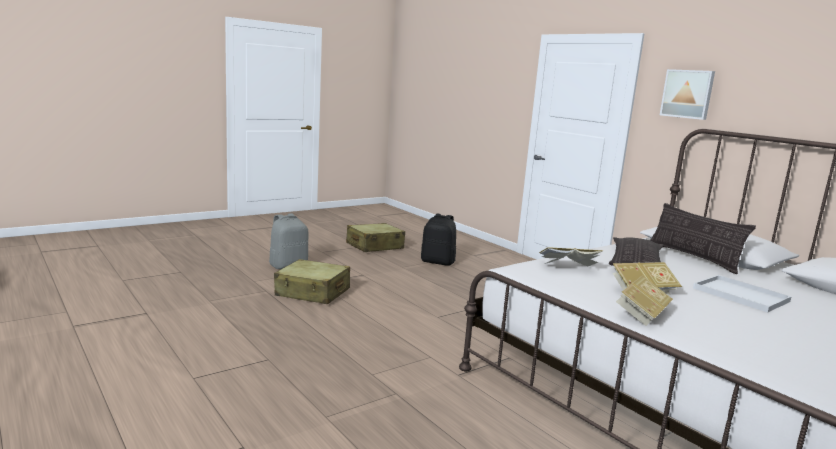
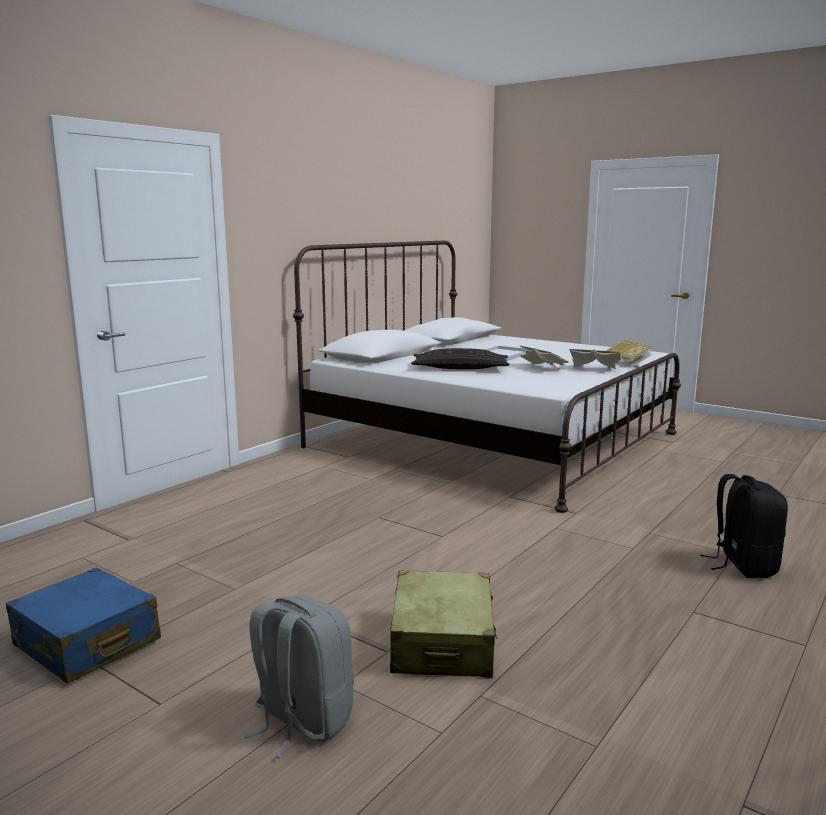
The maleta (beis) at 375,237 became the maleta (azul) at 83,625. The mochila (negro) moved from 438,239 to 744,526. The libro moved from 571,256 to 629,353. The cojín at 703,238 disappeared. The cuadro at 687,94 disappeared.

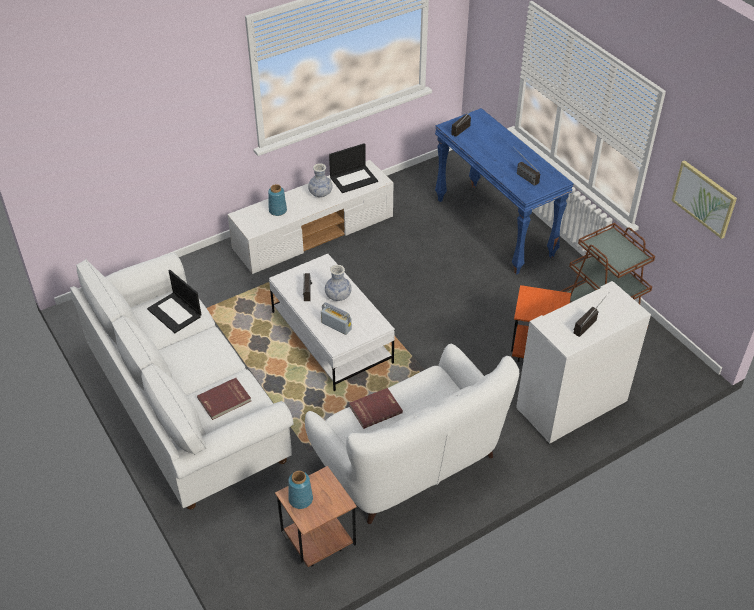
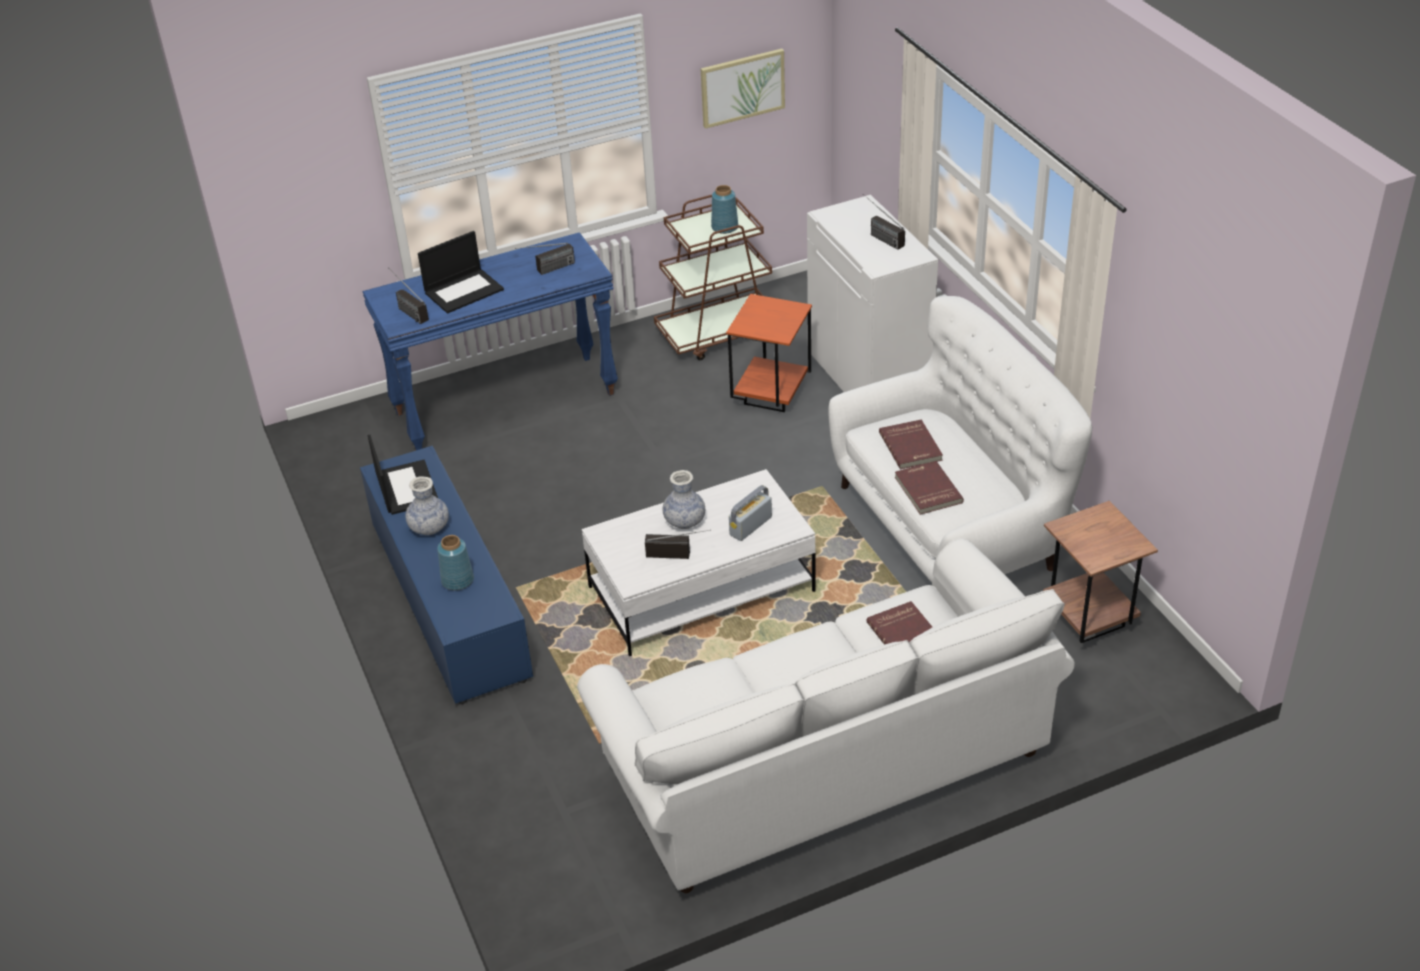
The portátil moved from 174,301 to 461,272. The mueble de televisión (blanco) at 310,217 became the mueble de televisión (azul) at 446,575. The florero (azul) moved from 300,490 to 724,209. The libro (rojo) at 911,444 appeared.

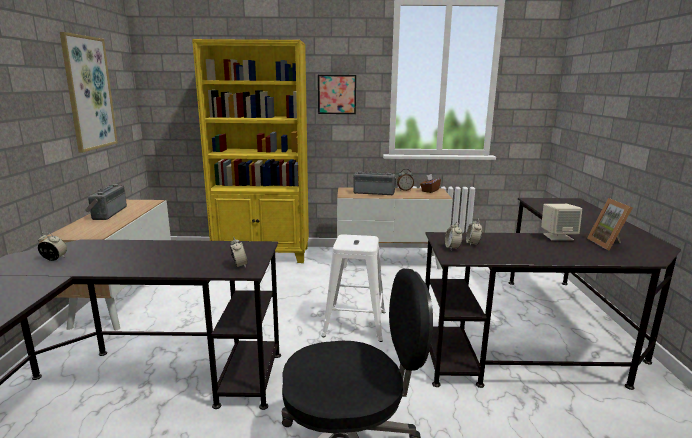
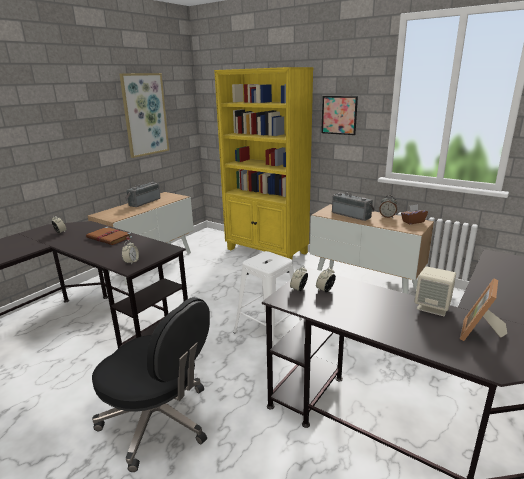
The libro (marrón) at 109,235 appeared.

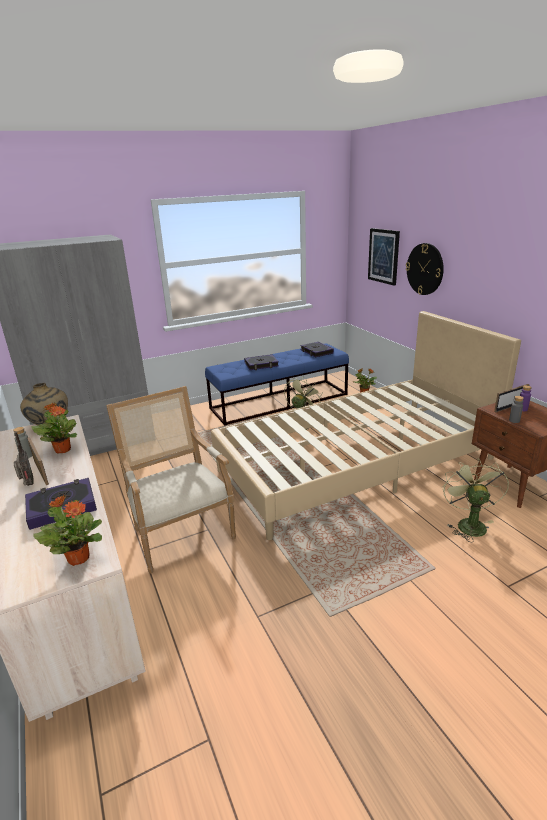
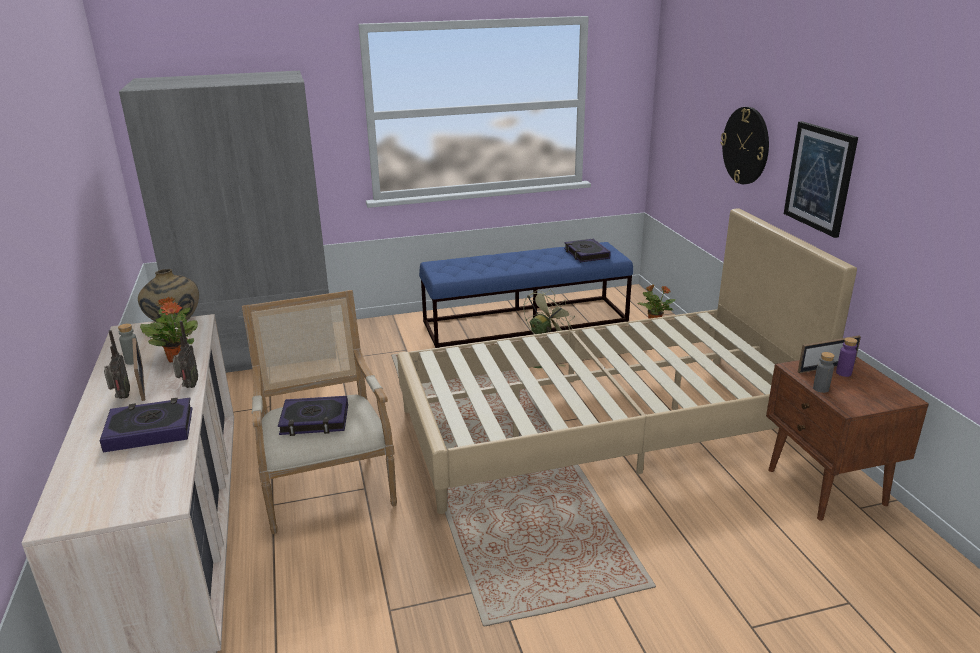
The planta en maceta at 68,530 disappeared. The libro moved from 261,362 to 313,416. The cuadro moved from 384,257 to 821,179. The ventilador (verde) at 475,500 disappeared. The radio at 185,354 appeared.

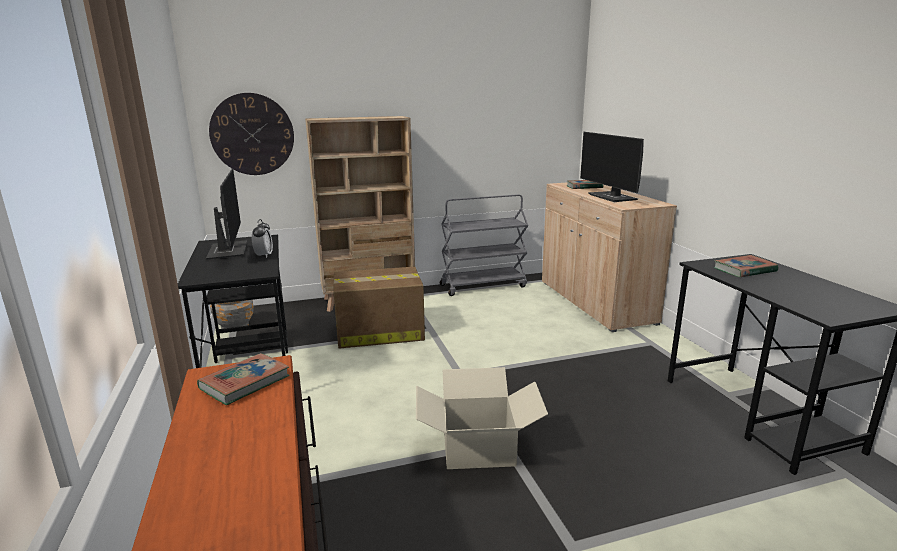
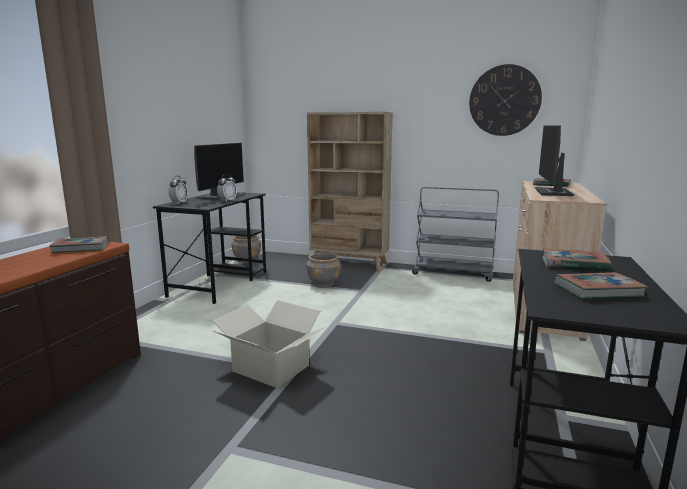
The reloj de pared moved from 251,134 to 505,100. The caja de cartón at 379,308 was replaced by the maceta (gris) at 323,270. The despertador at 178,190 appeared. The libro at 601,285 appeared.

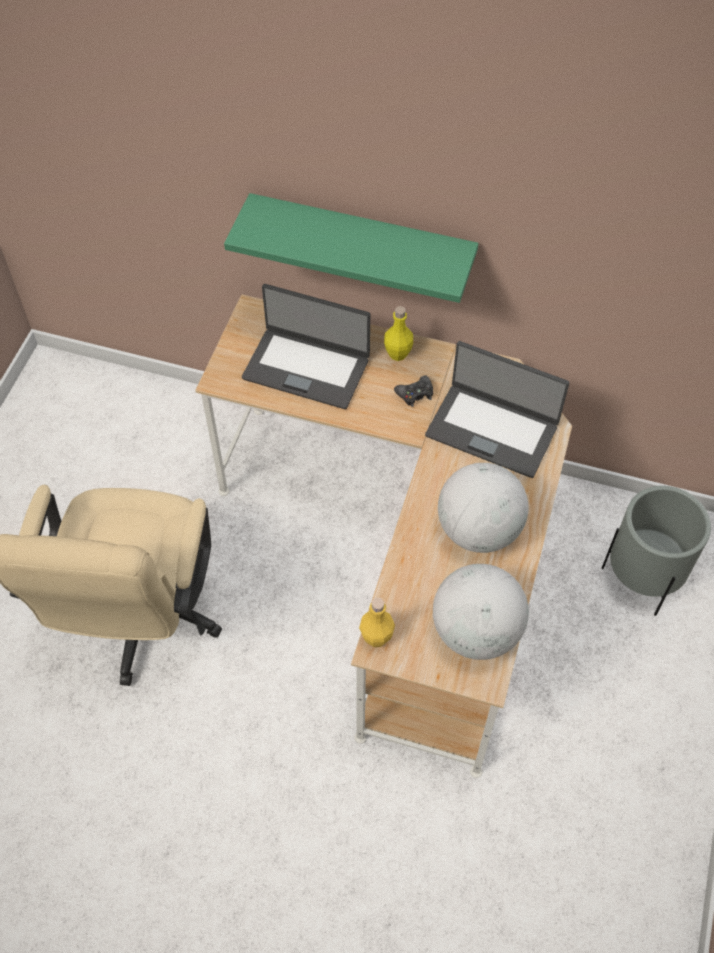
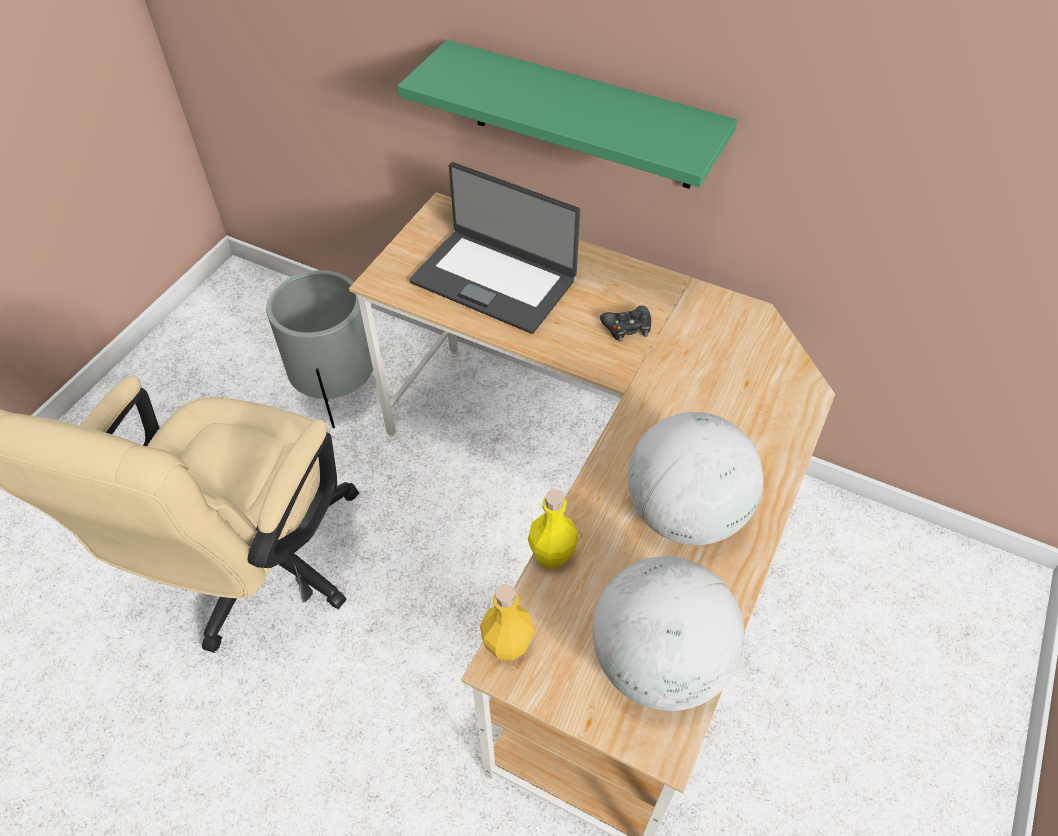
The botella (amarillo) moved from 398,333 to 553,529. The portátil at 497,409 disappeared. The maceta (gris) moved from 656,551 to 319,349.

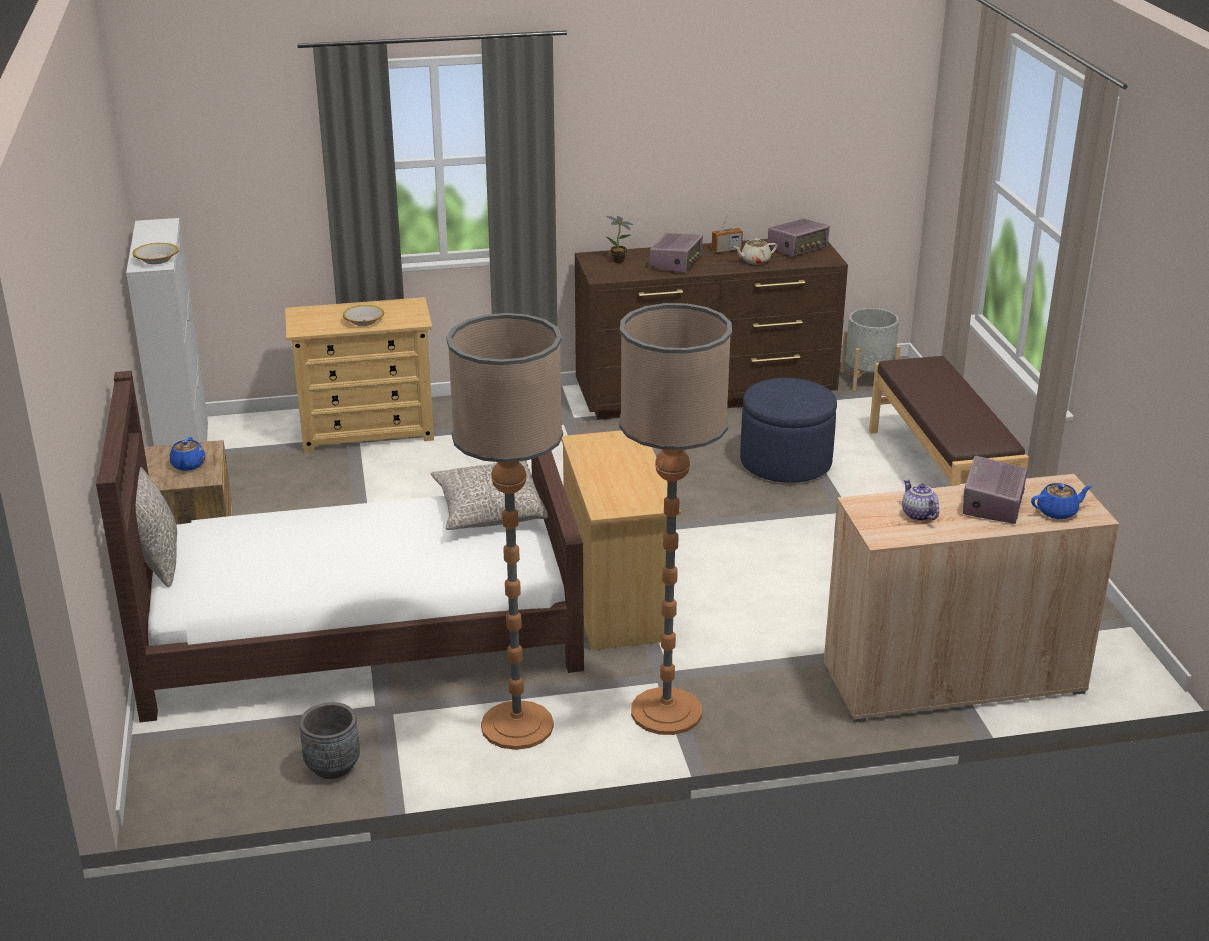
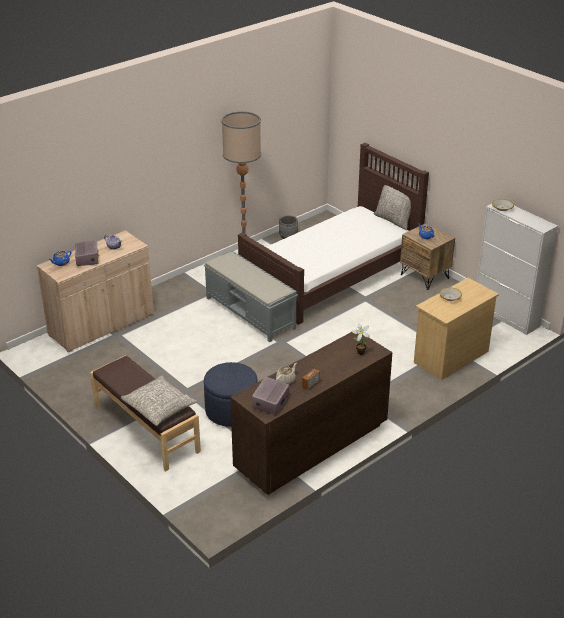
The cojín (gris) moved from 489,495 to 159,400. The cómoda (beis) at 621,540 was replaced by the banco (gris) at 251,296. The lámpara de pie at 675,519 disappeared. The radio at 676,253 disappeared. The maceta (gris) at 871,349 disappeared.

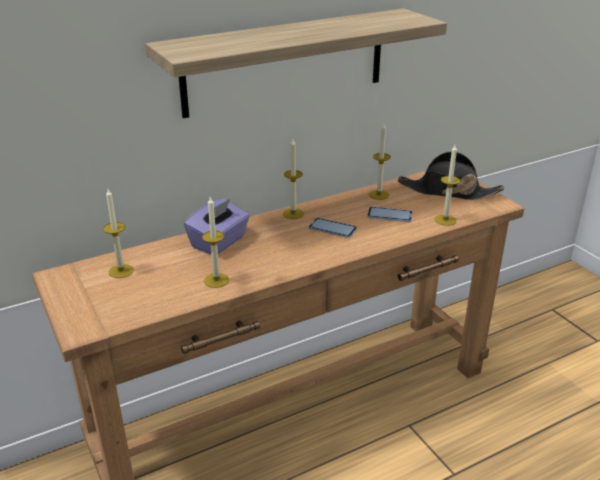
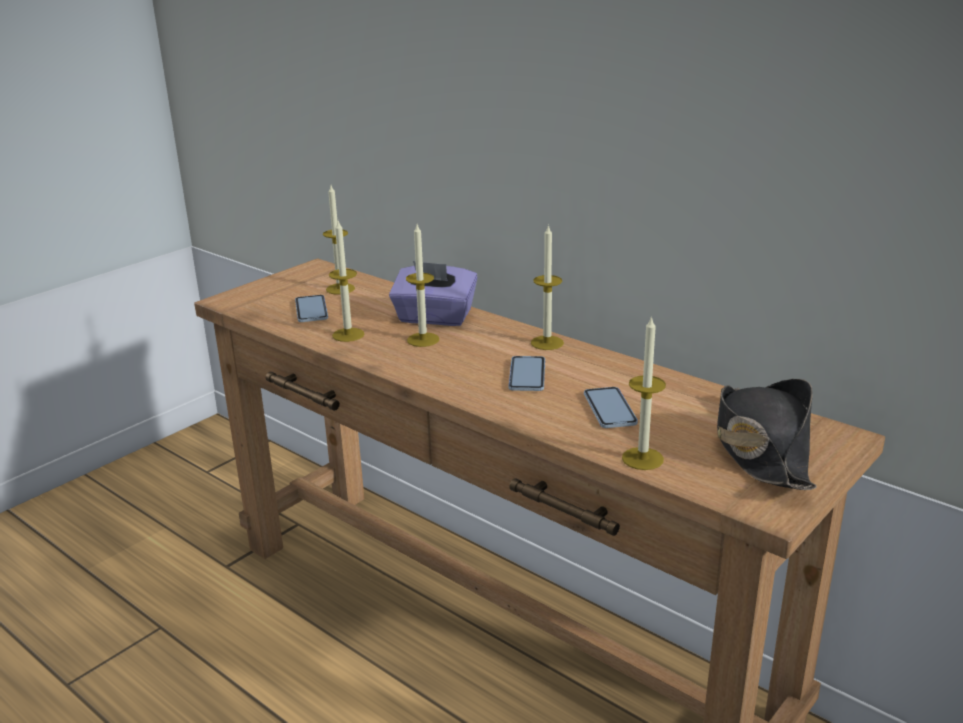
The estante at 296,63 disappeared. The vela moved from 380,161 to 422,285. The móvil at 311,308 appeared.

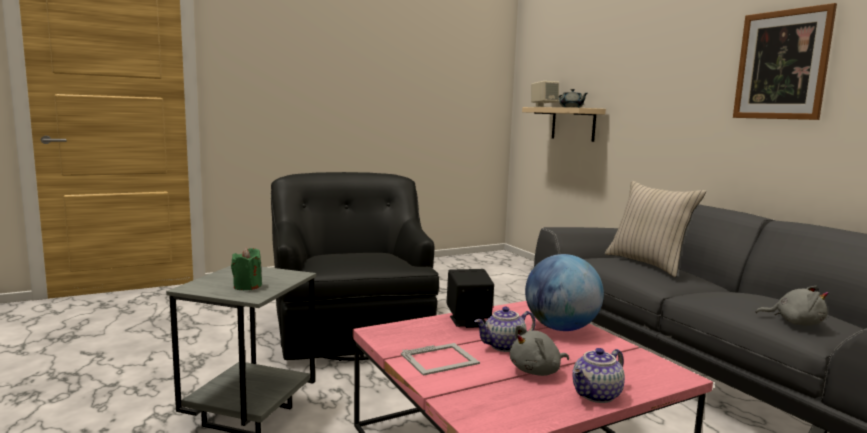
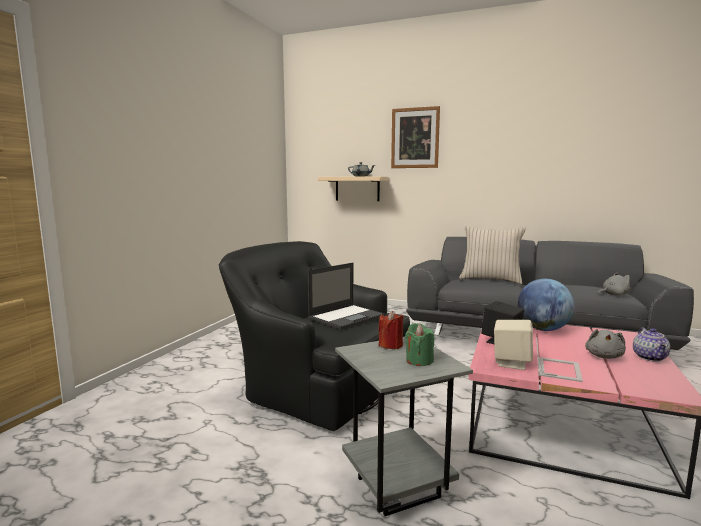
The tetera at 505,329 disappeared. The altavoz (beis) moved from 545,94 to 513,345. The cuadro moved from 785,61 to 415,137. The portátil at 346,296 appeared. The vela (rojo) at 390,330 appeared.

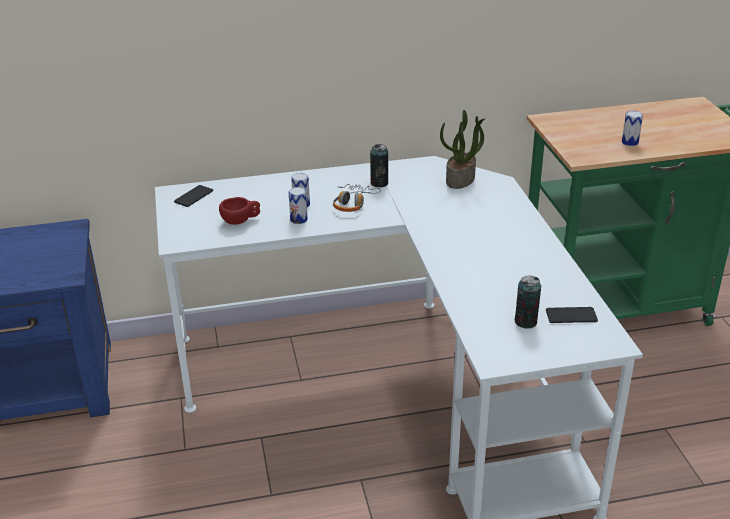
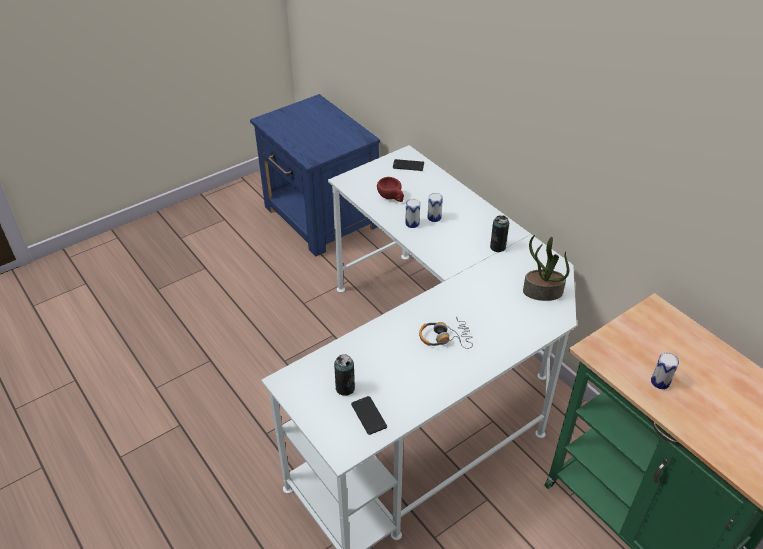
The auriculares moved from 357,198 to 446,332.

